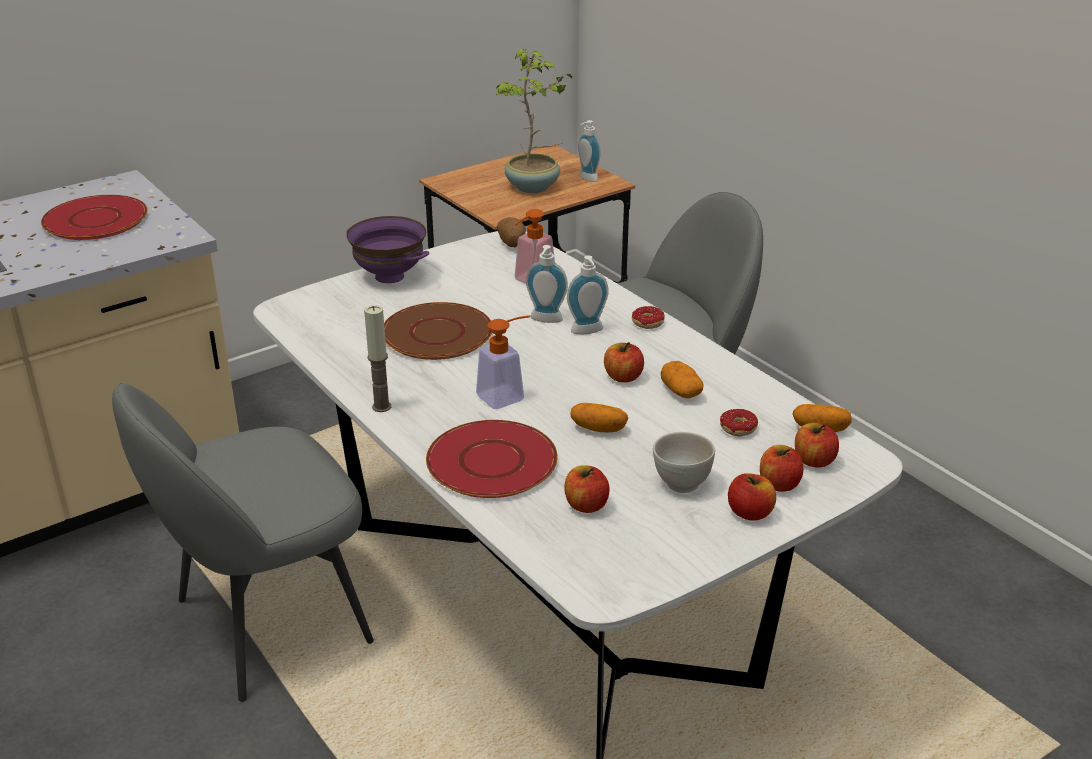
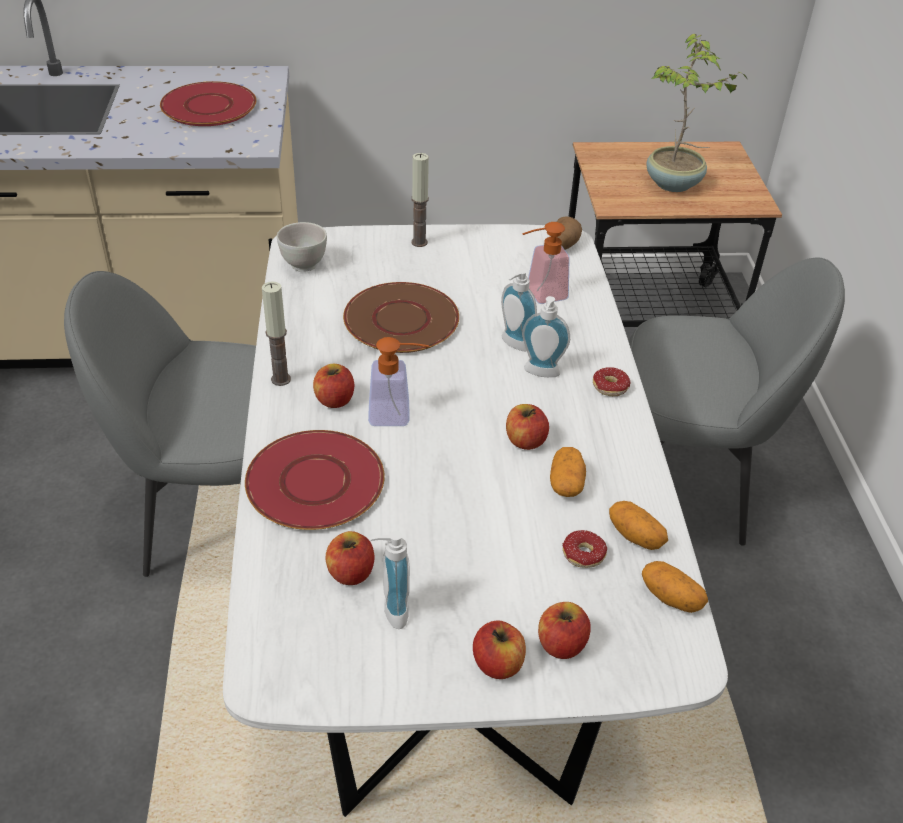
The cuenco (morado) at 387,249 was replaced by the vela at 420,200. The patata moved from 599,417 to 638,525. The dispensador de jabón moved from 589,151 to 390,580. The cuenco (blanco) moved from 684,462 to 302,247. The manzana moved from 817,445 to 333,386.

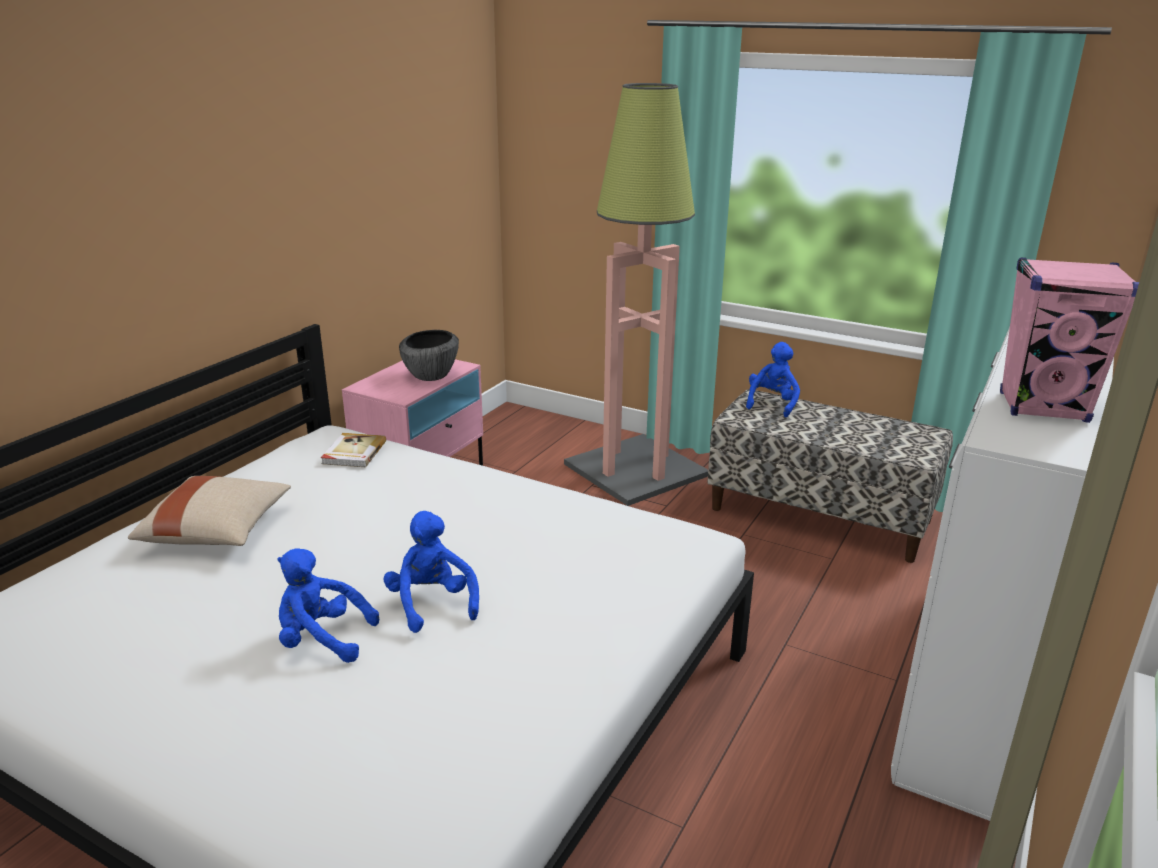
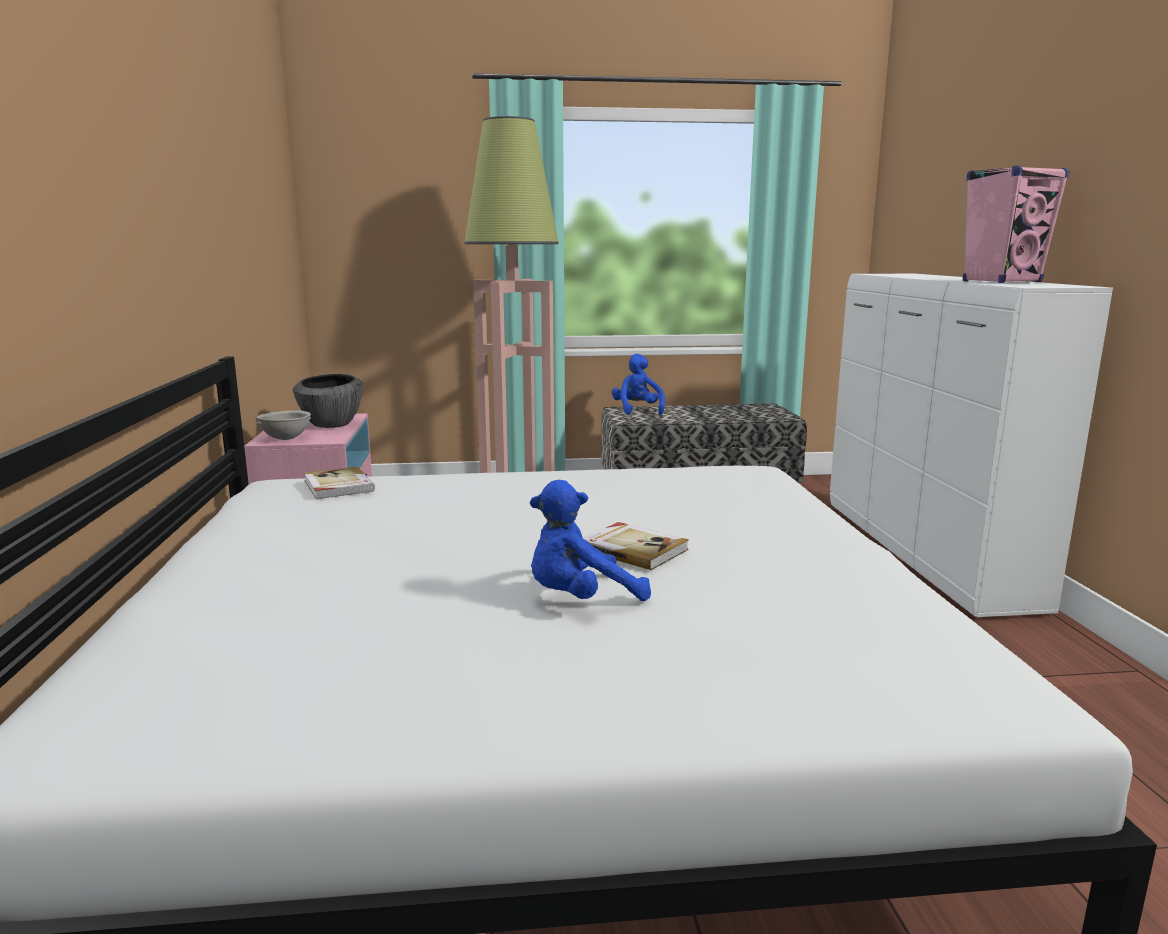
The cojín (beis) at 209,511 disappeared. The peluche (azul) at 431,572 was replaced by the libro at 636,546. The cuenco (gris) at 283,425 appeared.

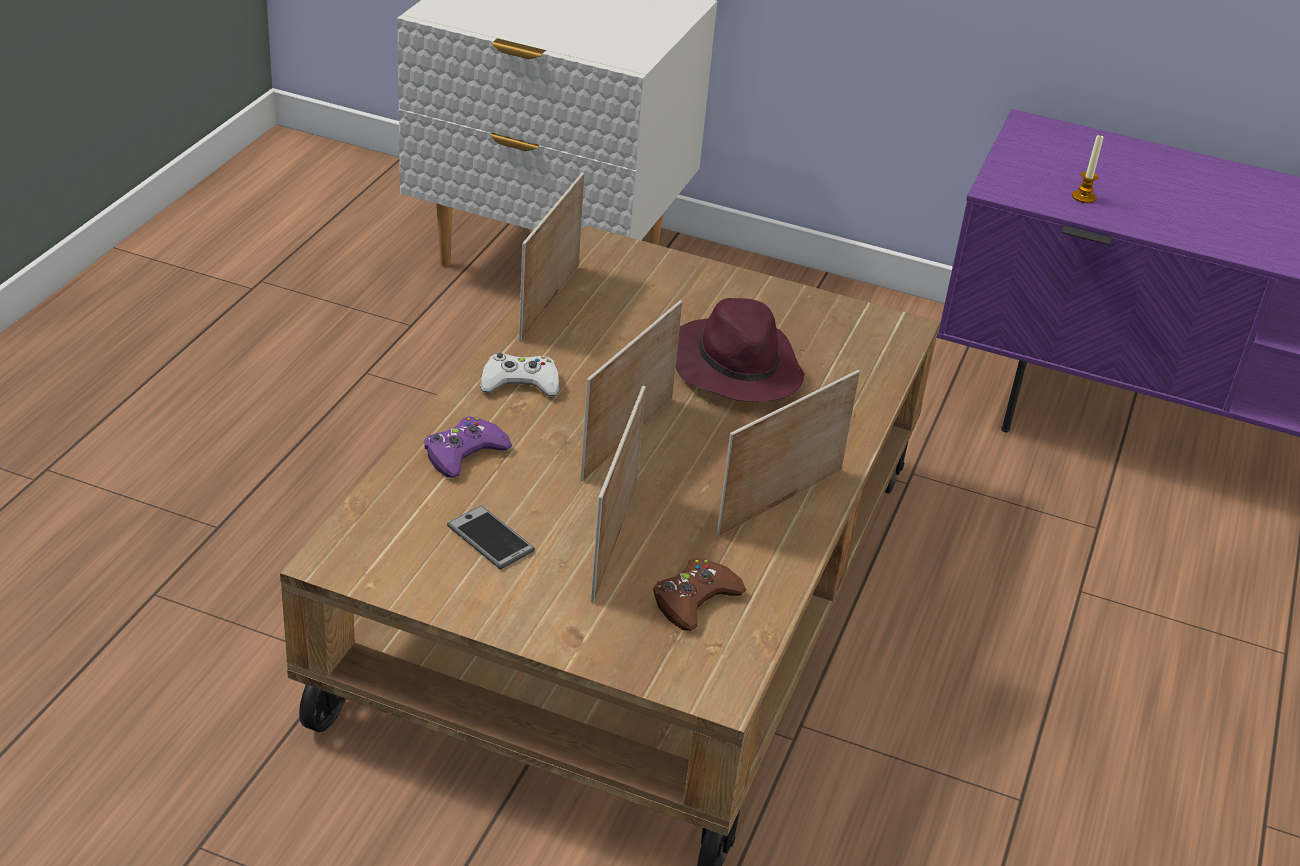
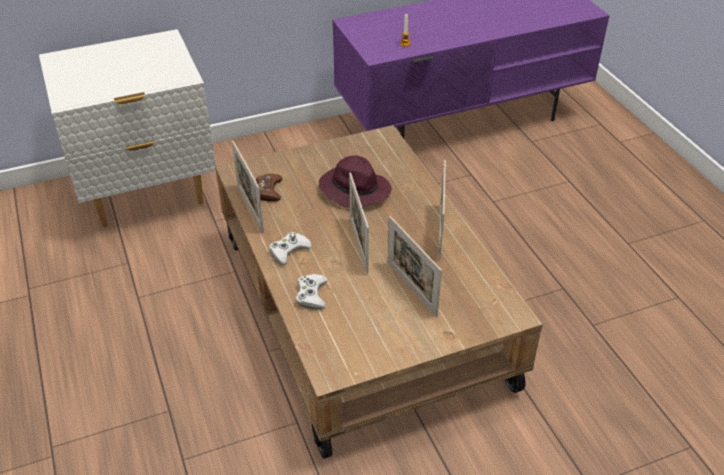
The mando de consola (morado) at 468,447 became the mando de consola (blanco) at 311,292. The móvil at 491,537 disappeared. The mando de consola (marrón) moved from 699,594 to 269,187.

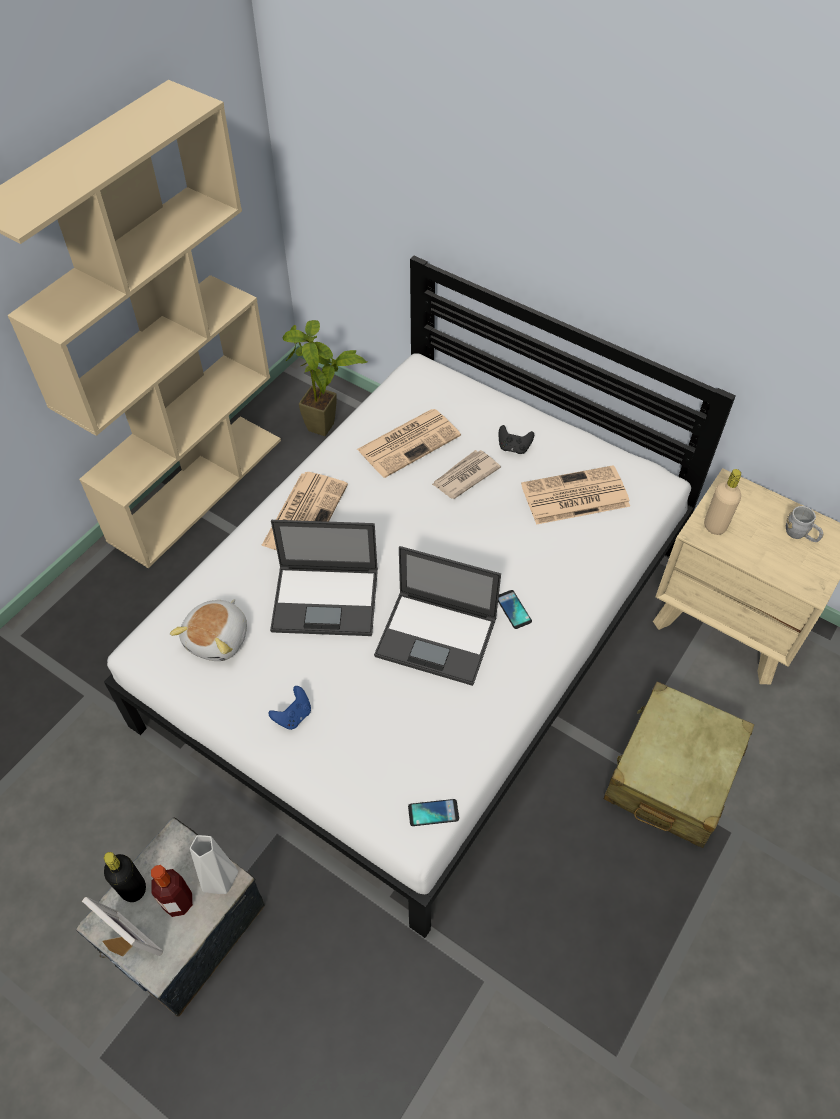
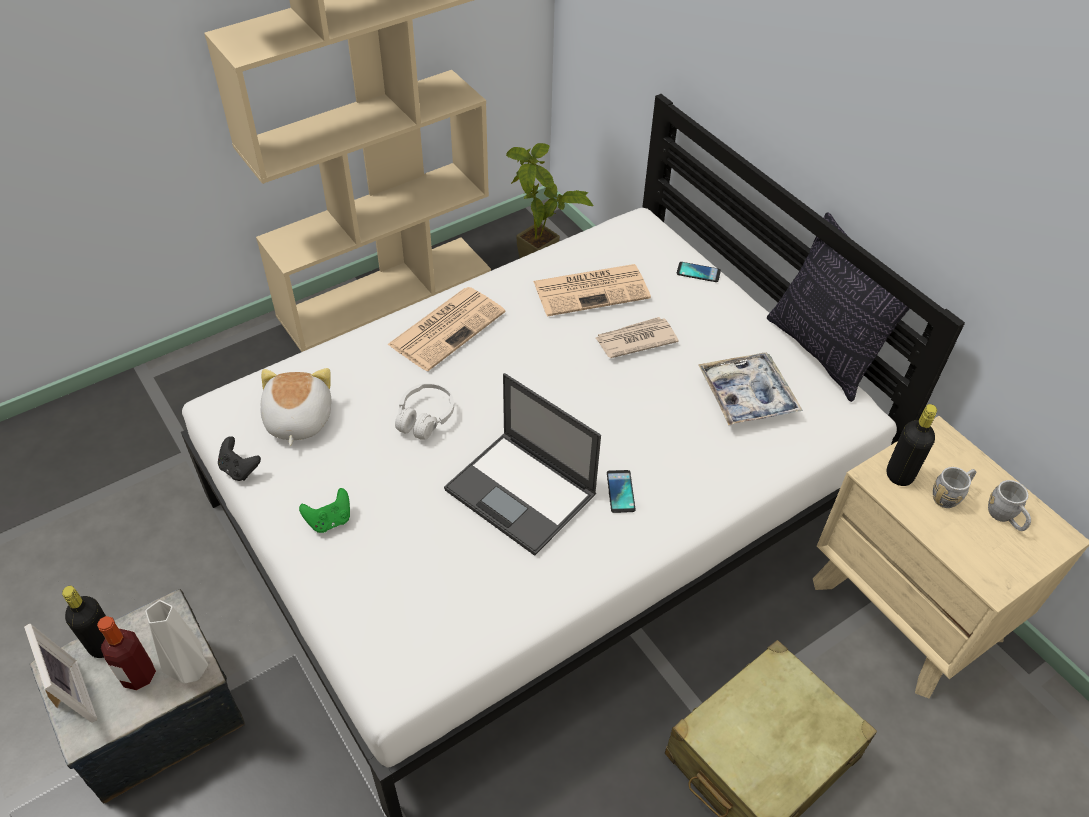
The peluche at 208,630 turned 135 degrees clockwise. The mando de consola (azul) at 289,708 became the mando de consola (verde) at 324,510. The portátil at 324,578 was replaced by the auriculares (blanco) at 424,411. The móvil moved from 433,812 to 699,272. The mando de consola (negro) moved from 516,439 to 239,458. The periódico at 575,495 was replaced by the bandeja at 750,389. The botella (beis) at 722,502 became the botella (negro) at 912,445. The cojín at 838,307 appeared. The taza grande (gris) at 954,487 appeared.

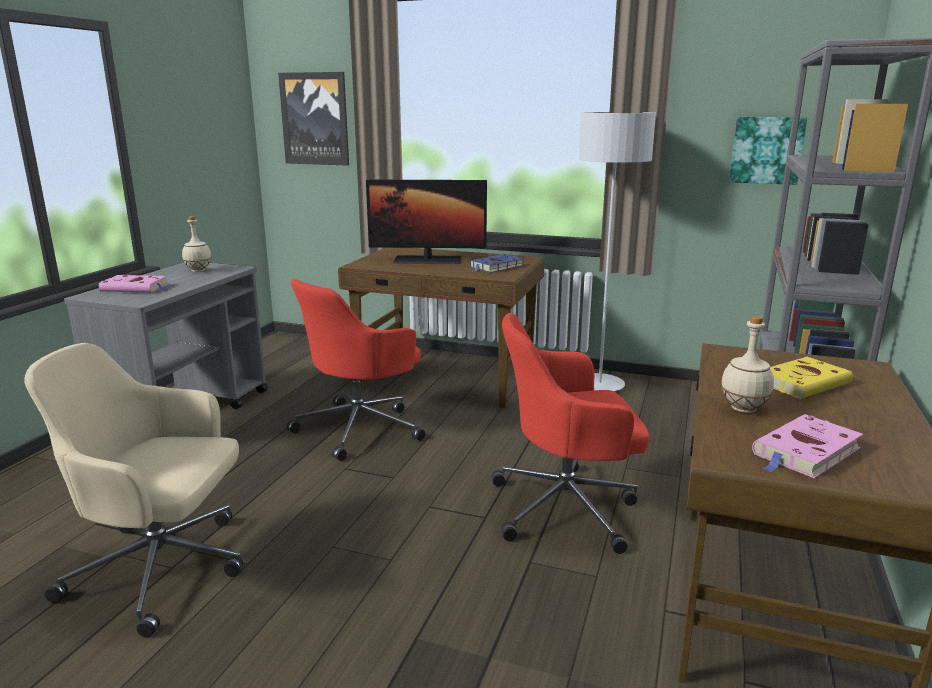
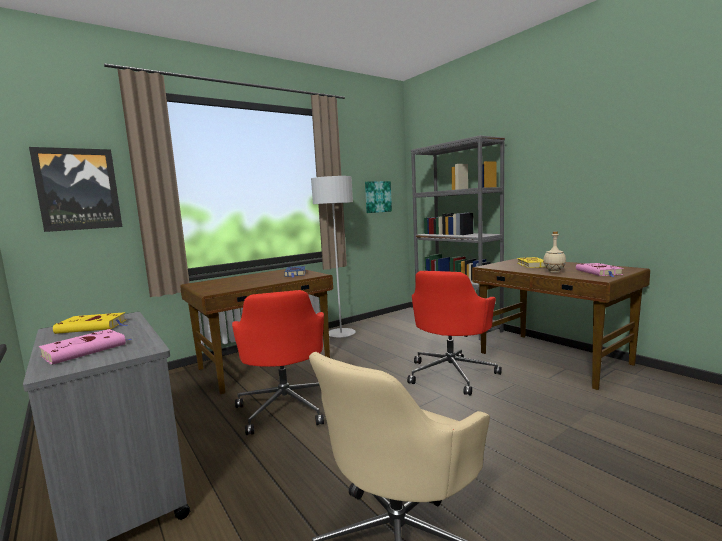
The botella (beis) at 197,244 was replaced by the libro (amarillo) at 90,323. The monitor at 426,222 disappeared.

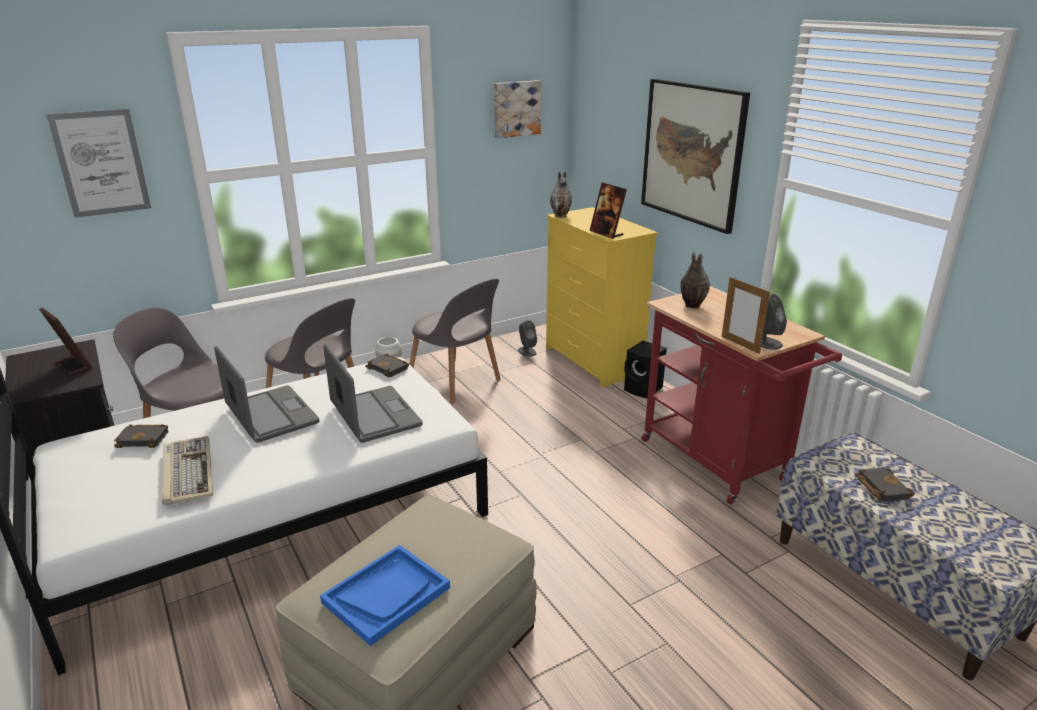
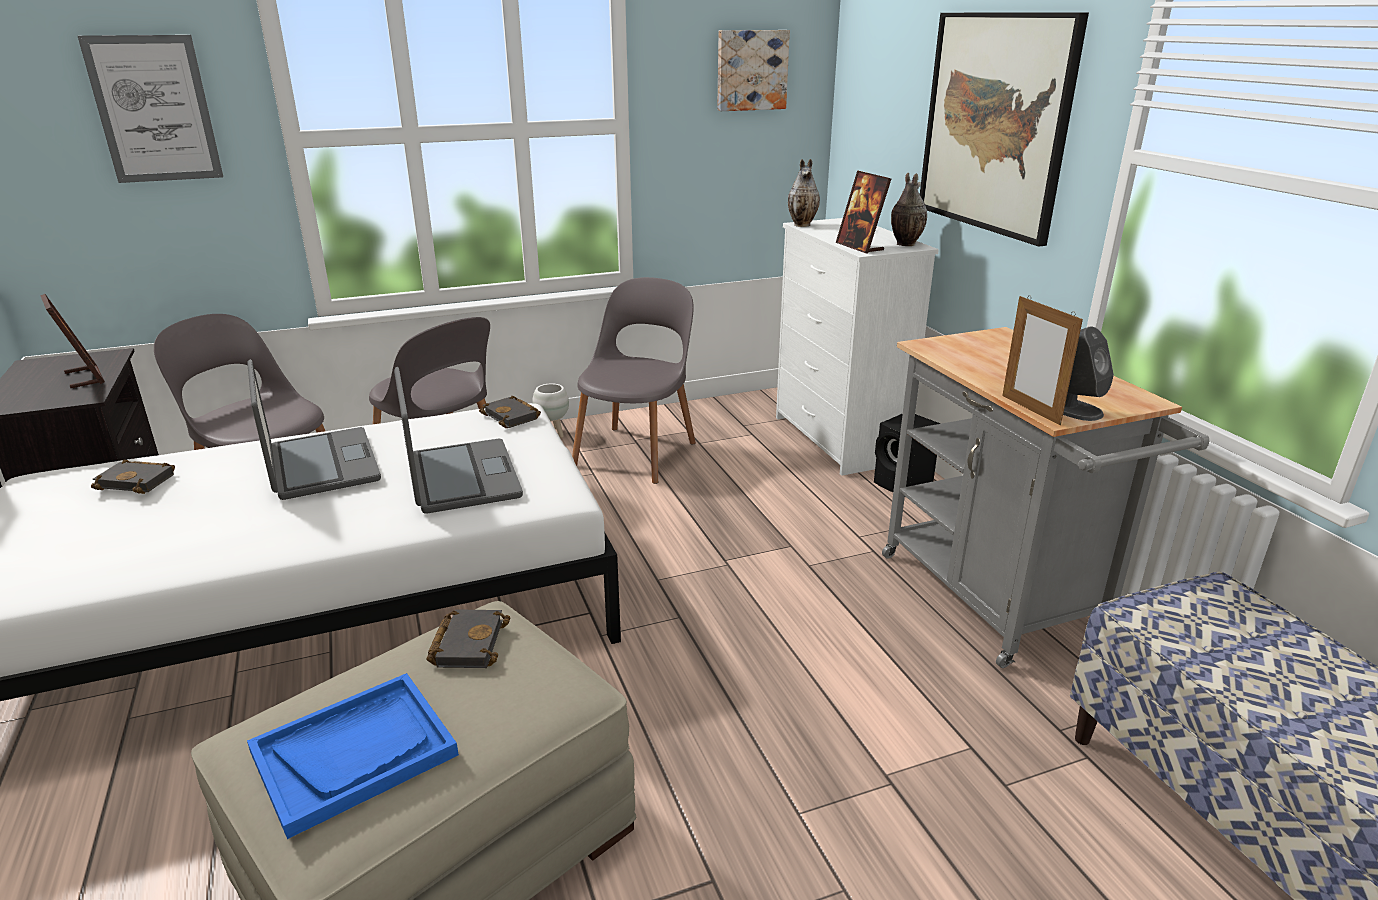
The teclado at 187,470 disappeared. The silla (gris) at 455,341 turned 120 degrees counterclockwise. The altavoz (gris) at 527,338 disappeared. The cómoda (amarillo) at 602,297 became the cómoda (blanco) at 857,347. The carrito (rojo) at 742,395 became the carrito (gris) at 1045,497. The florero moved from 695,280 to 909,209. The libro (negro) moved from 885,484 to 469,638.

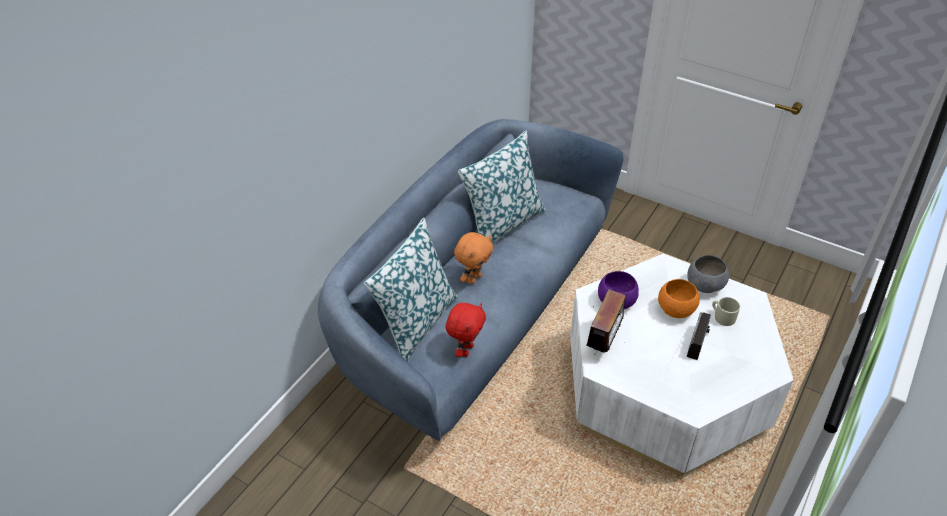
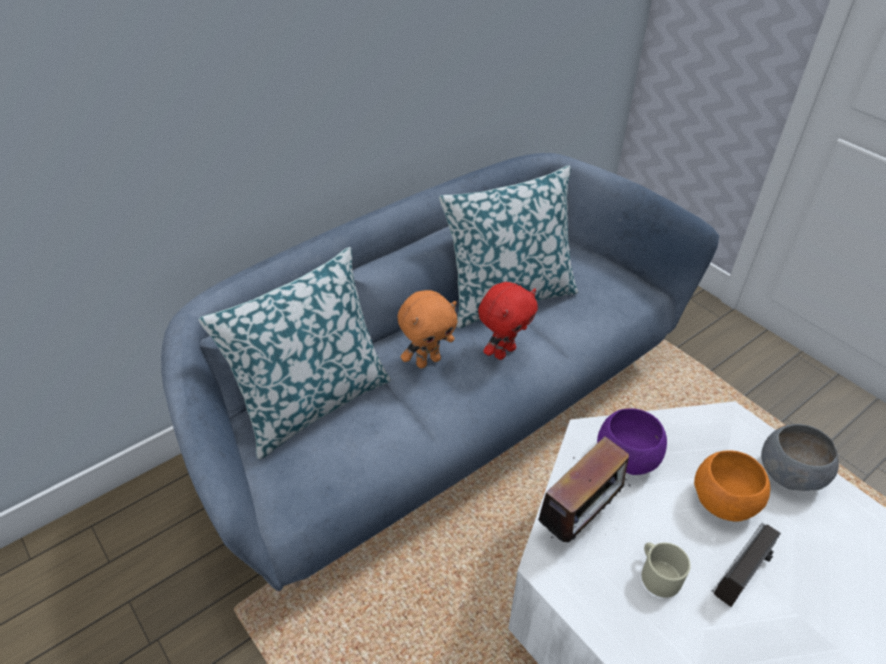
The peluche (rojo) moved from 466,330 to 508,321. The taza grande (beis) moved from 726,311 to 666,570.

